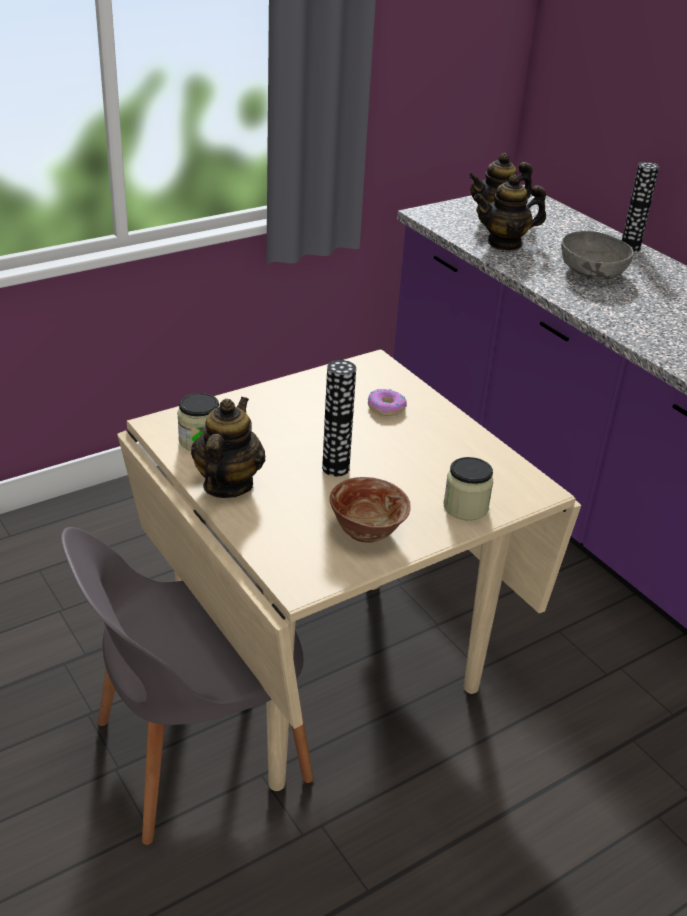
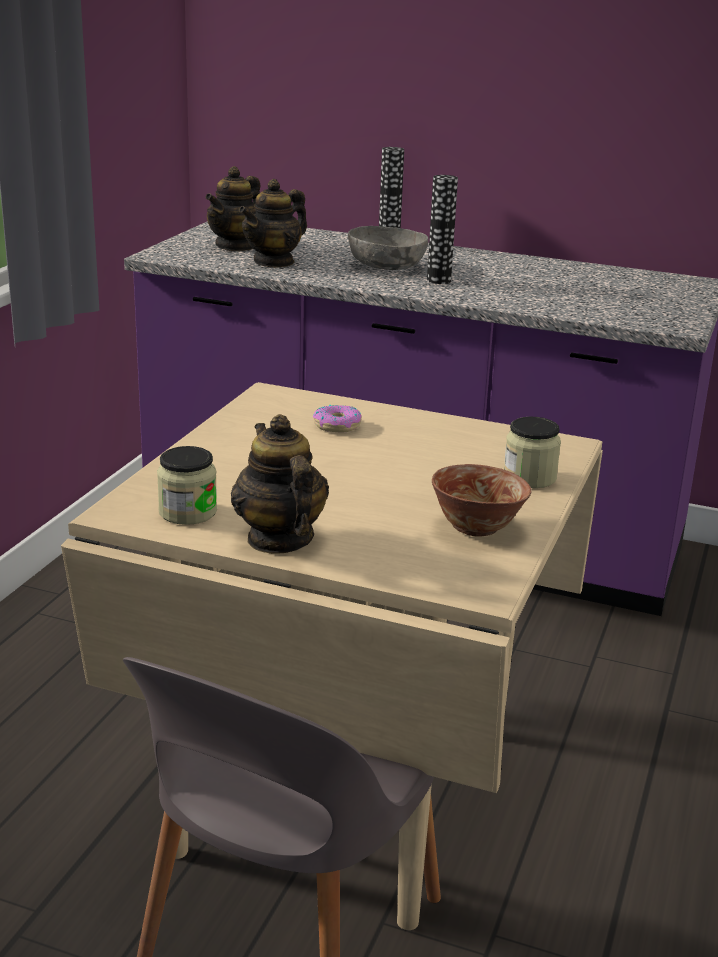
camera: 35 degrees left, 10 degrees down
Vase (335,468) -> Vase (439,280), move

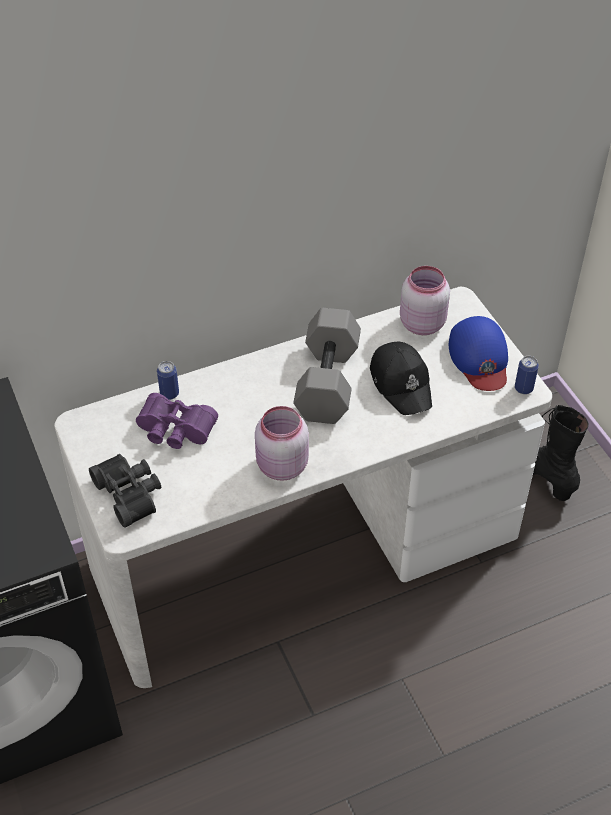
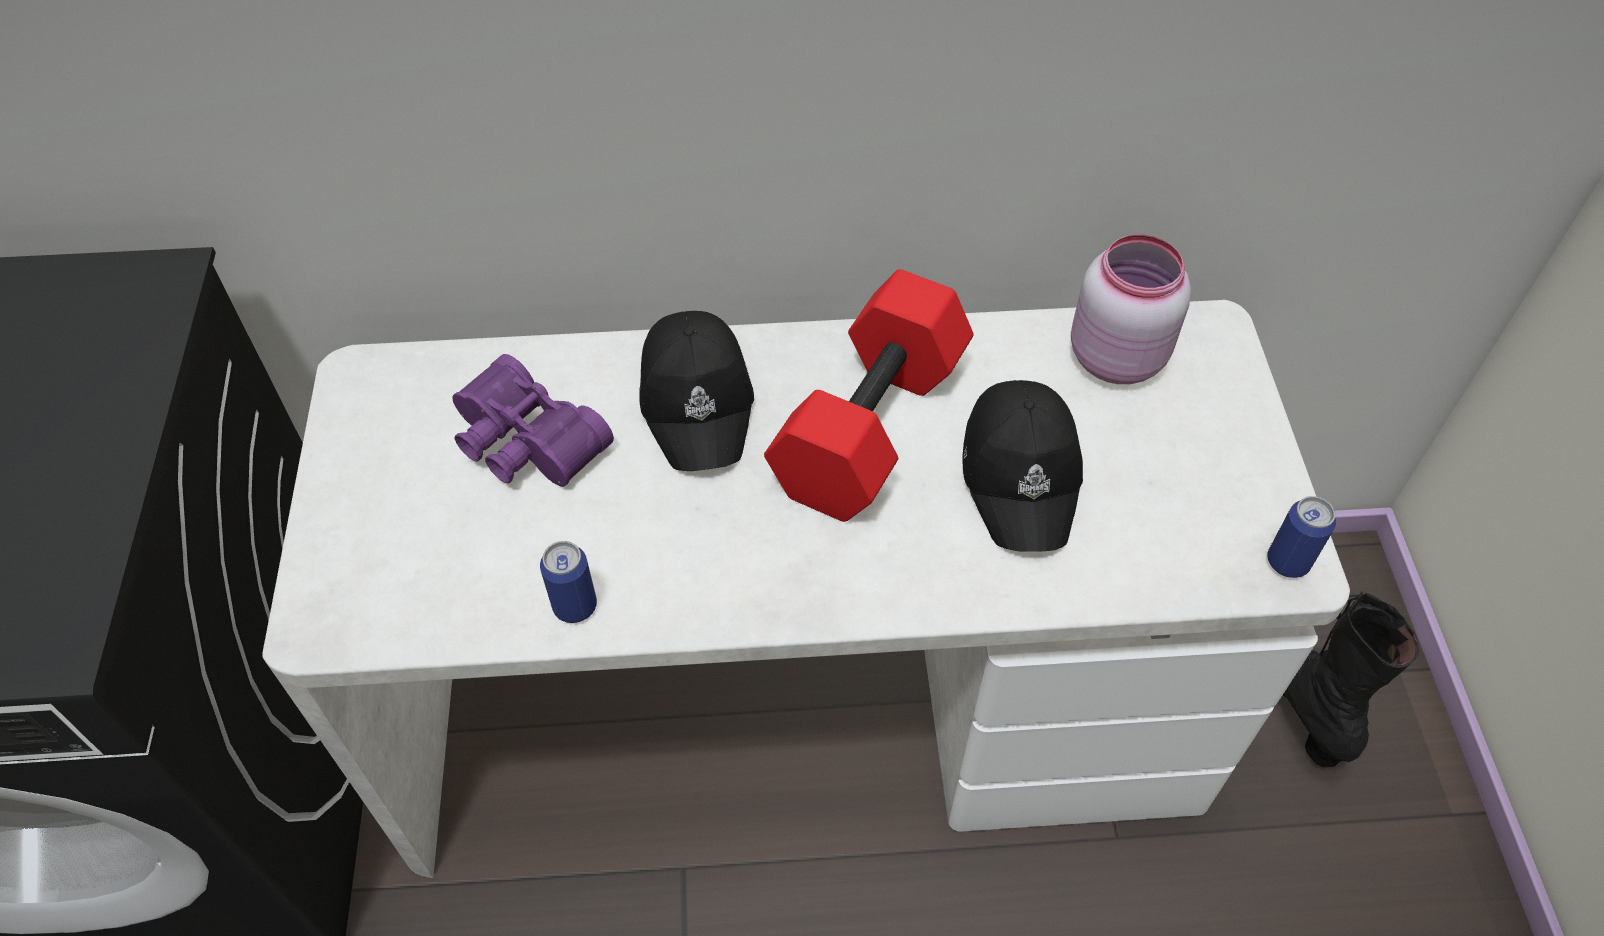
camera: 20 degrees right, 5 degrees up
Fernglas (schwarz) (131,493) -> none
Dose (169,393) -> Dose (575,606), move
Vorratsglas (rosa) (280,466) -> none
Hantel (grau) (329,382) -> Hantel (rot) (872,429)
Kappe (blau) (479,358) -> none
none -> Kappe (schwarz) (698,400)

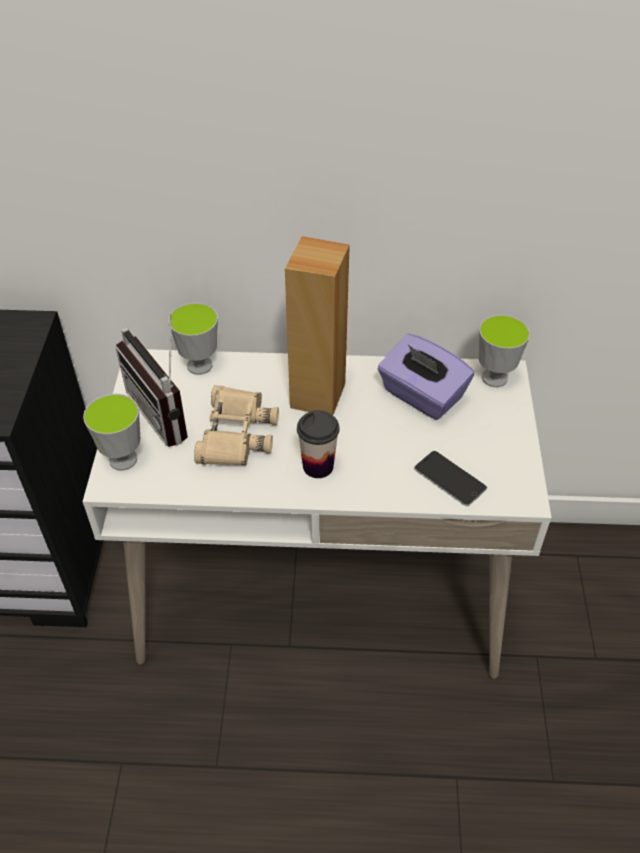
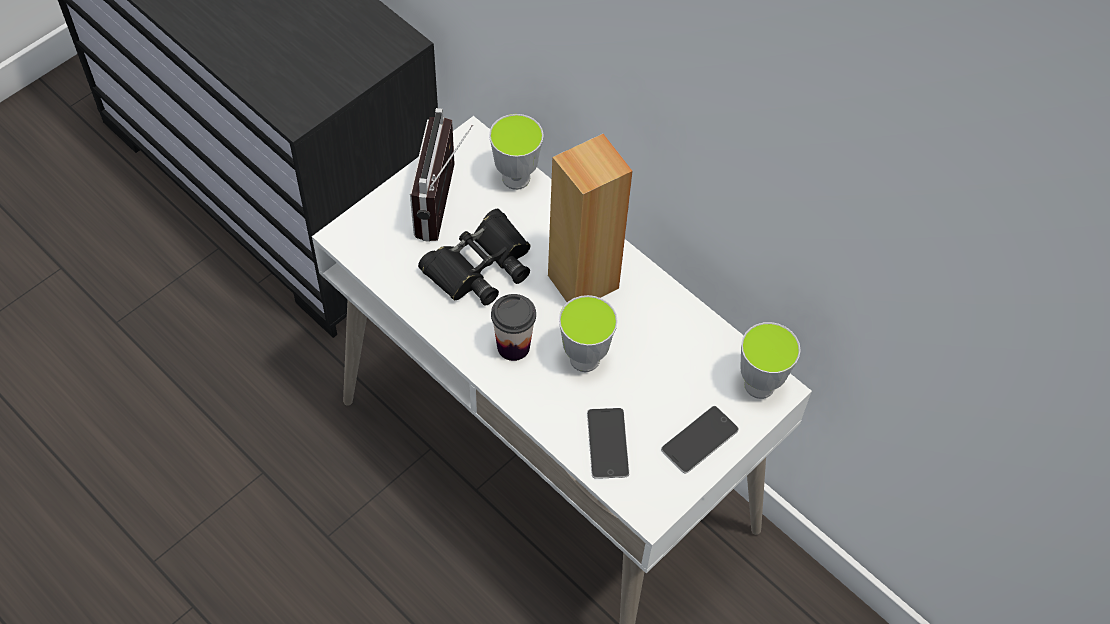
camera: 40 degrees right, 10 degrees up
Tasse (123,459) -> Tasse (584,359), move
Fernglas (beige) (236,433) -> Fernglas (schwarz) (480,266)
Taschentuchbox (lila) (421,395) -> none
none -> Handy (699,439)

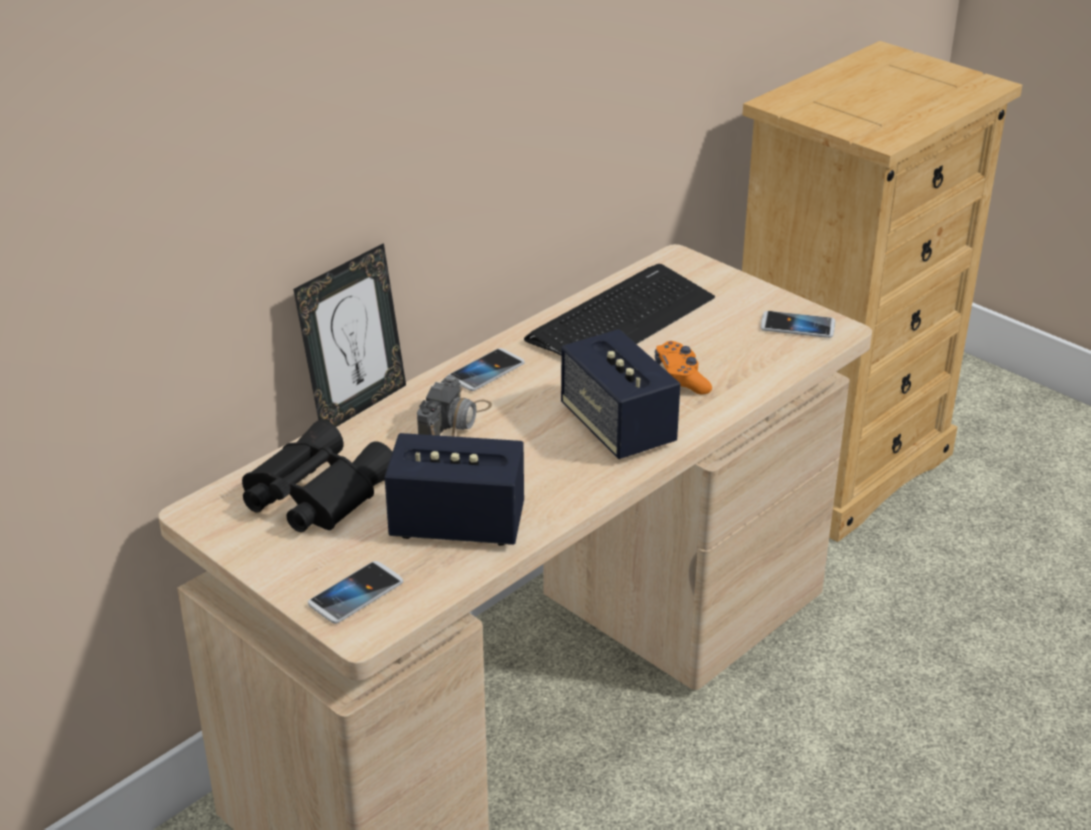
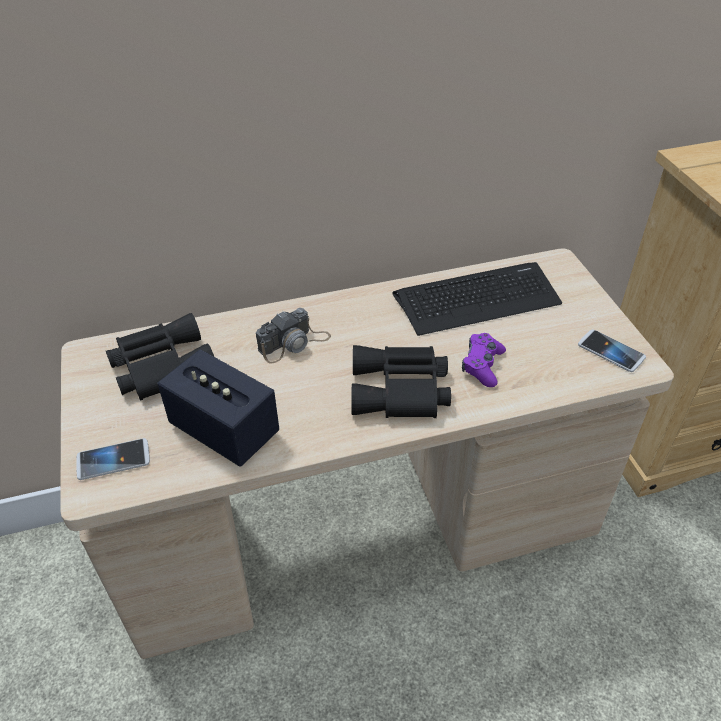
camera: 30 degrees right, 10 degrees up
Bilderrahmen (357,406) -> none
Handy (486,371) -> none
Lautsprecher (617,427) -> Fernglas (schwarz) (401,391)
Gamepad (orange) (681,378) -> Gamepad (lila) (482,365)

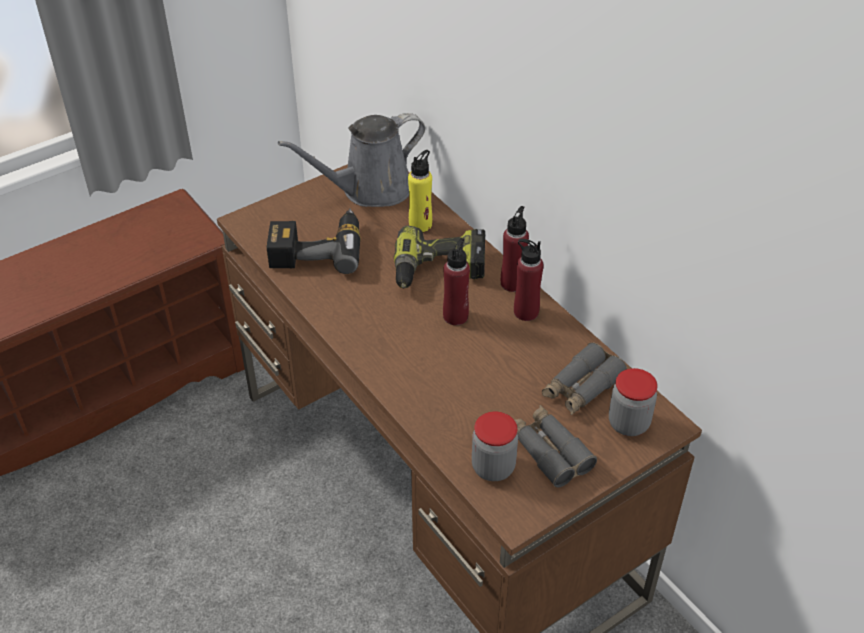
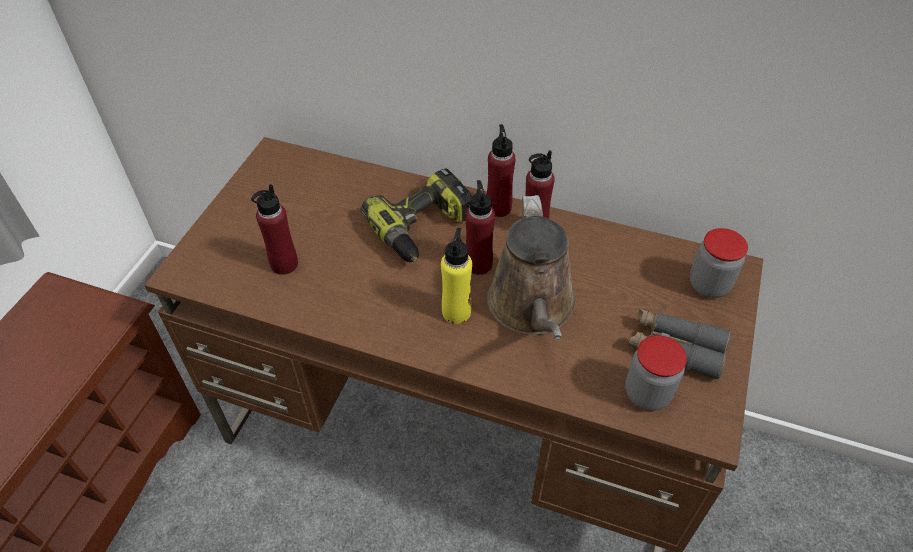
camera: 35 degrees left, 5 degrees up
Bohrmaschine (316,248) -> Flasche (rot) (284,264)
Gießkanne (grau) (370,190) -> none
Flasche (gelb) (420,224) -> Flasche (gelb) (456,312), move
Fernglas (grau) (581,387) -> none
none -> Gießkanne (braun) (532,308)

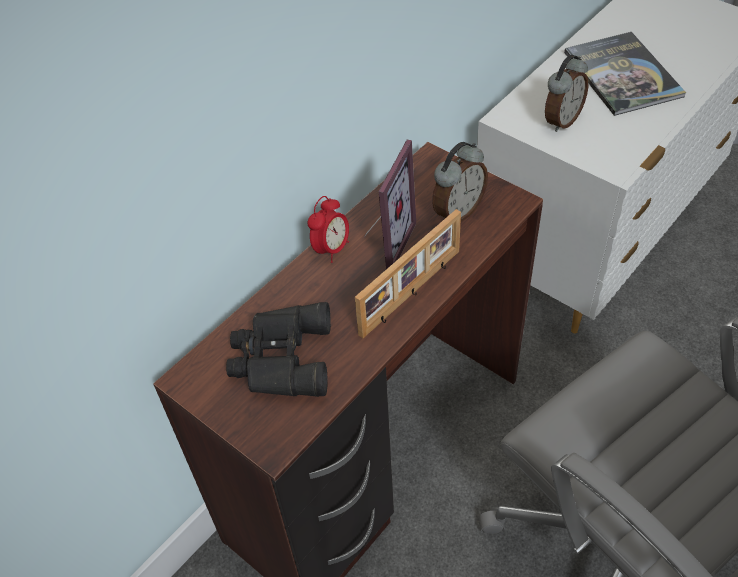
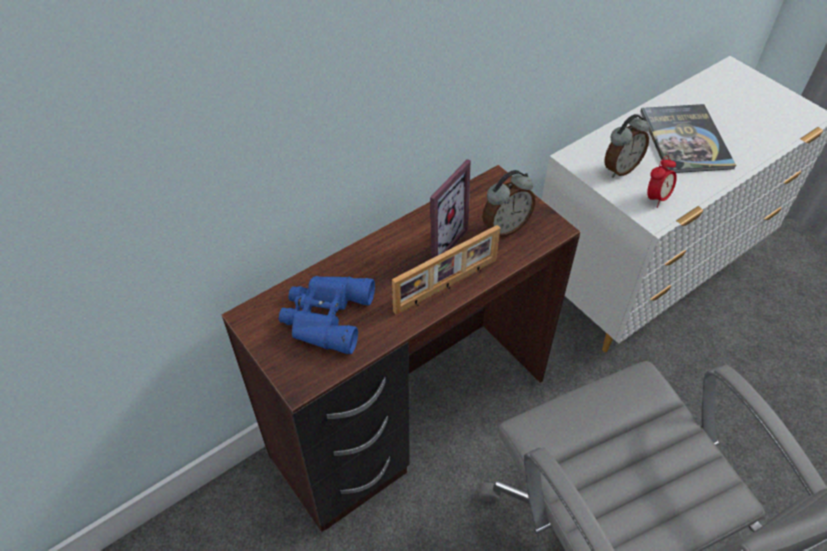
camera: 10 degrees right, 0 degrees up
Fernglas (schwarz) (279,359) -> Fernglas (blau) (325,317)
Wecker (331,249) -> Wecker (656,198), move

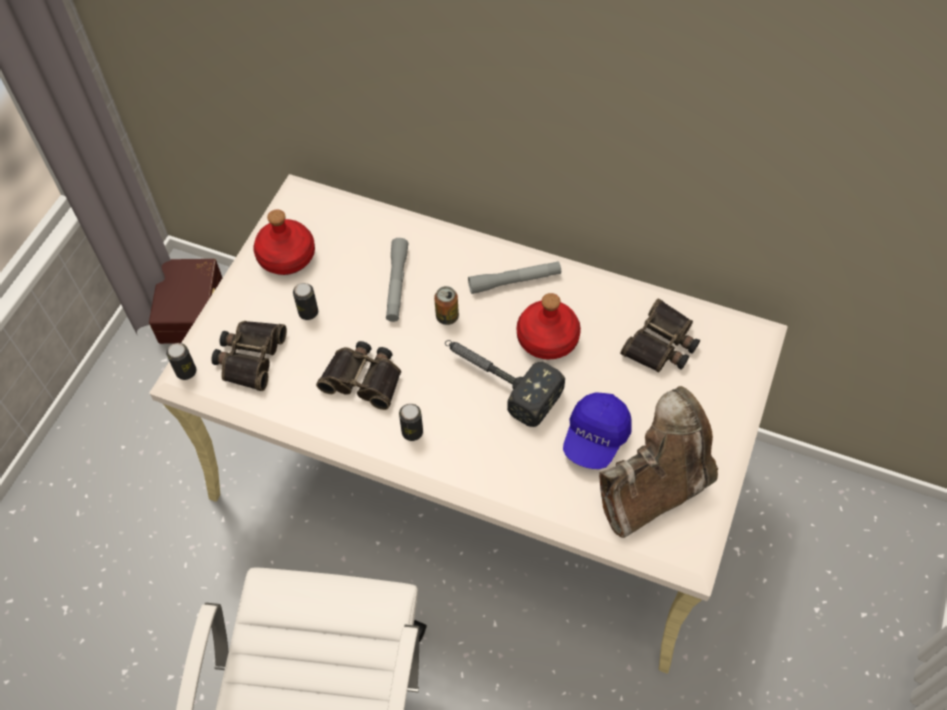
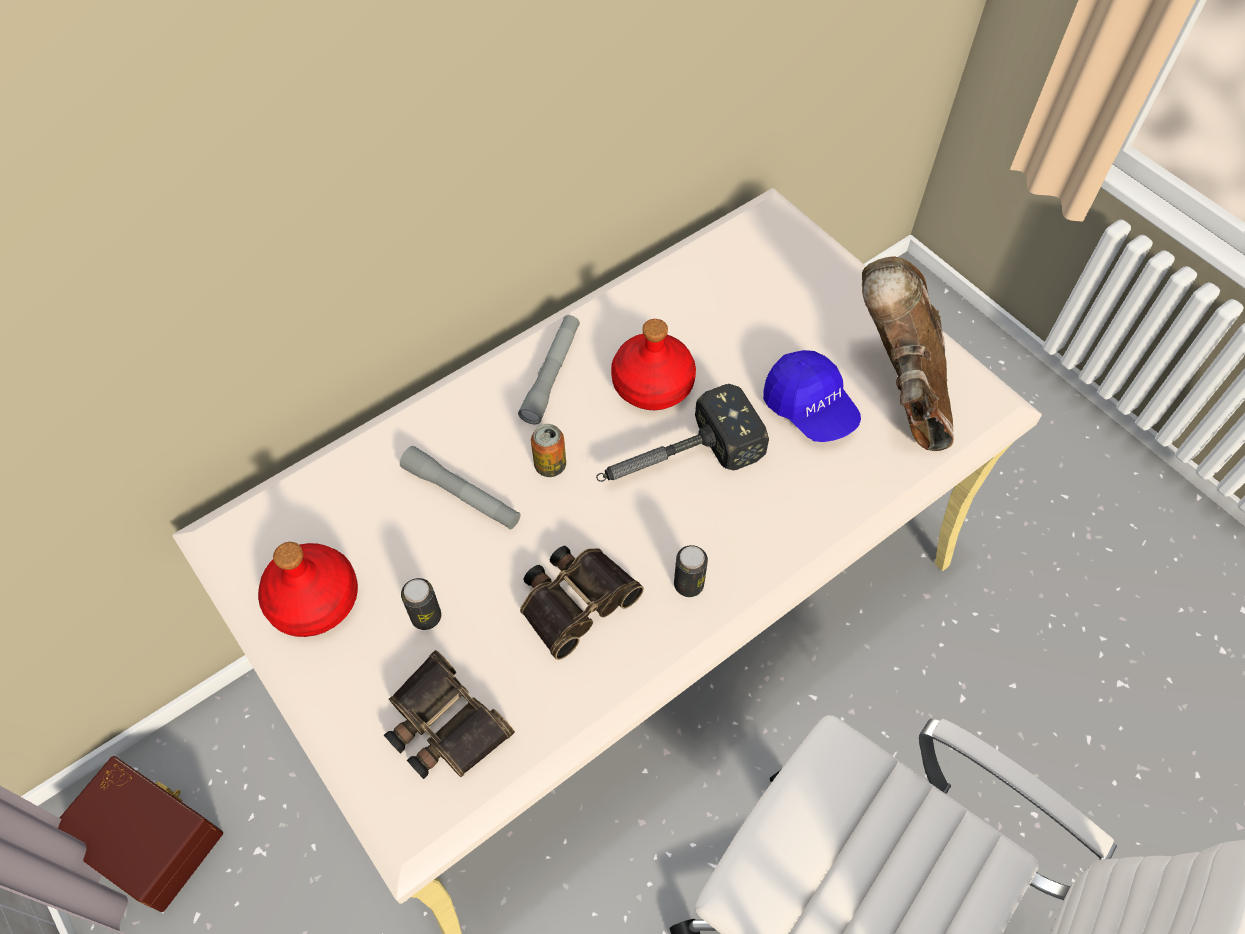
camera: 60 degrees left, 0 degrees up
Dose (186,371) -> none
Fernglas (661,344) -> none

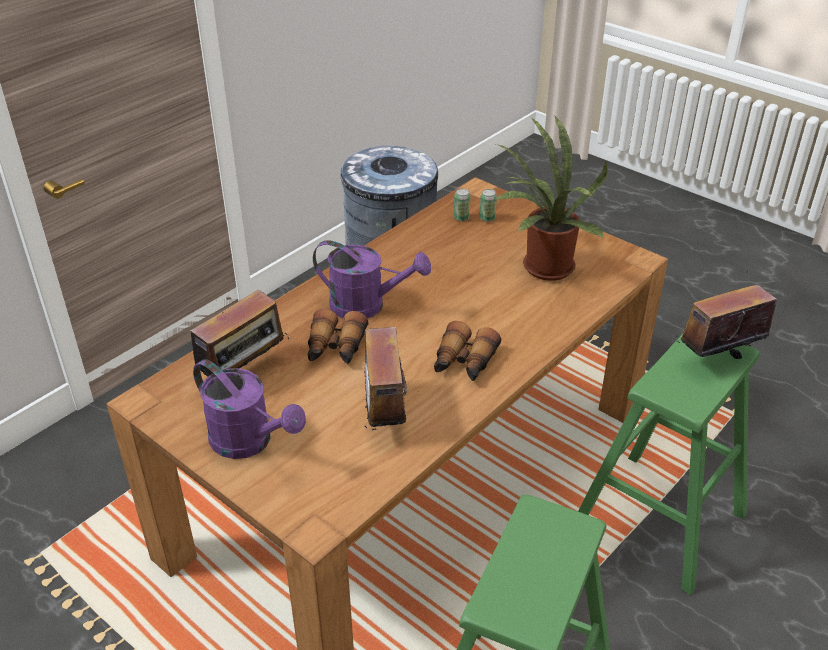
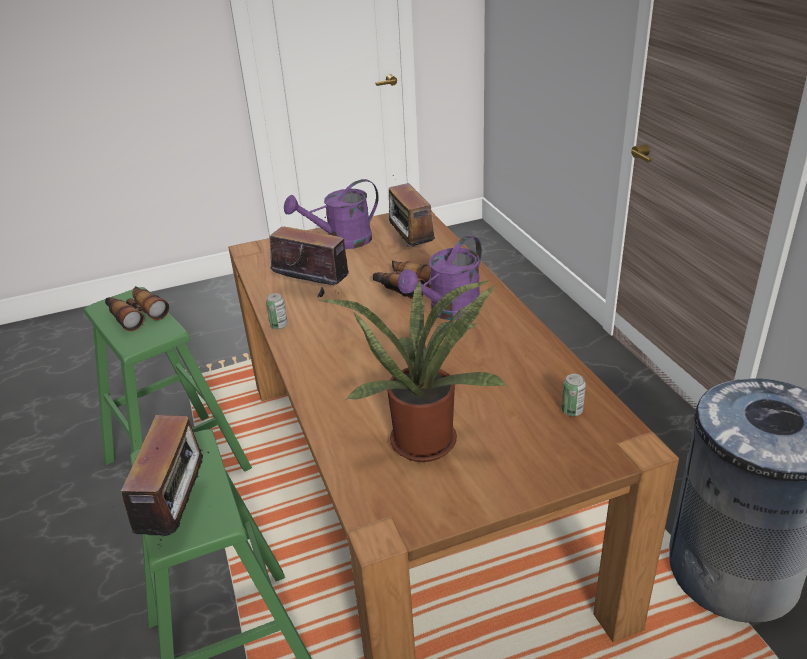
camera: 120 degrees right, 5 degrees down
Fernglas (464,363) -> Fernglas (136,314), move
Dose (487,218) -> Dose (279,325), move

